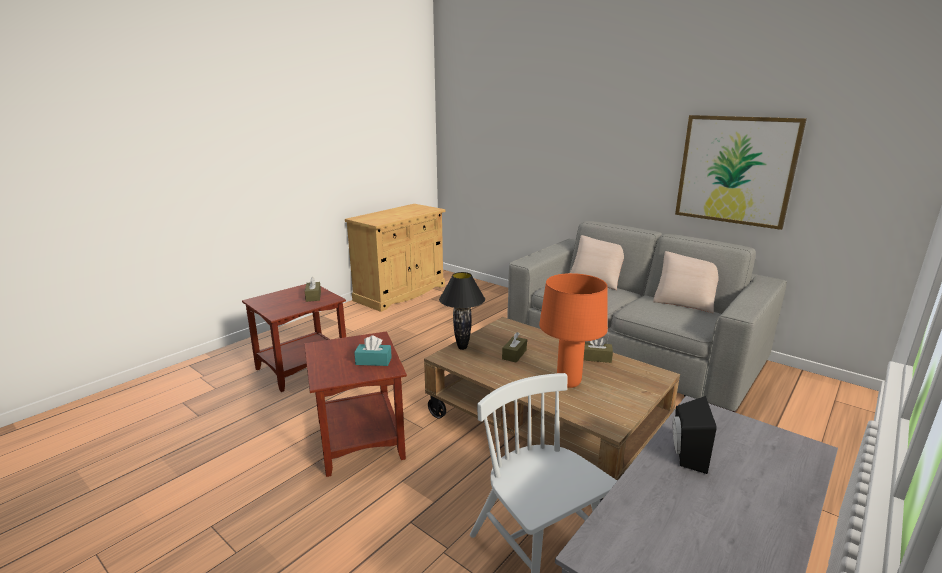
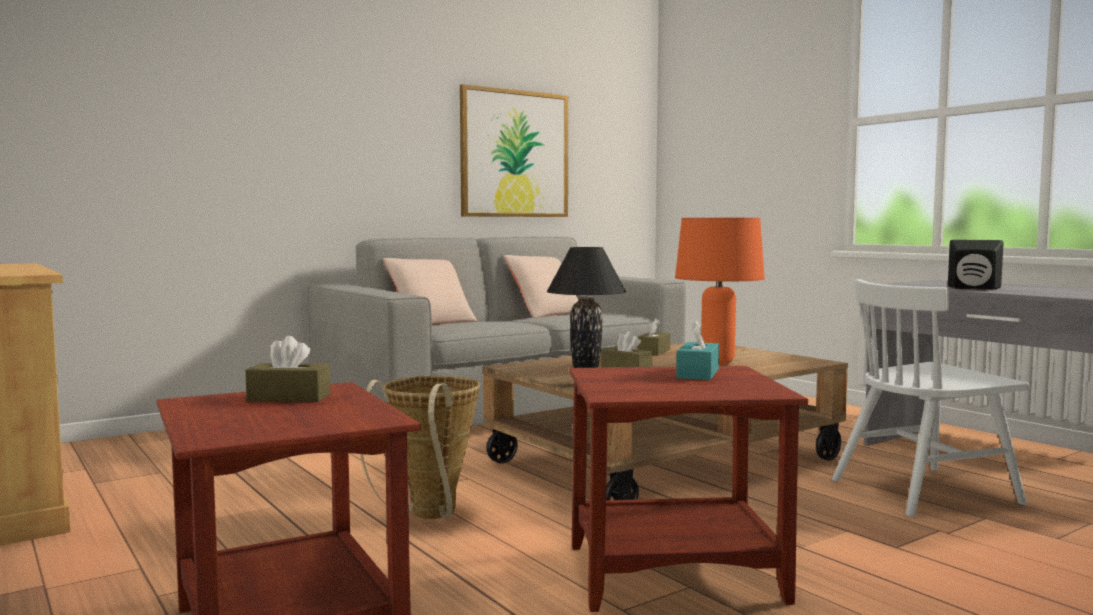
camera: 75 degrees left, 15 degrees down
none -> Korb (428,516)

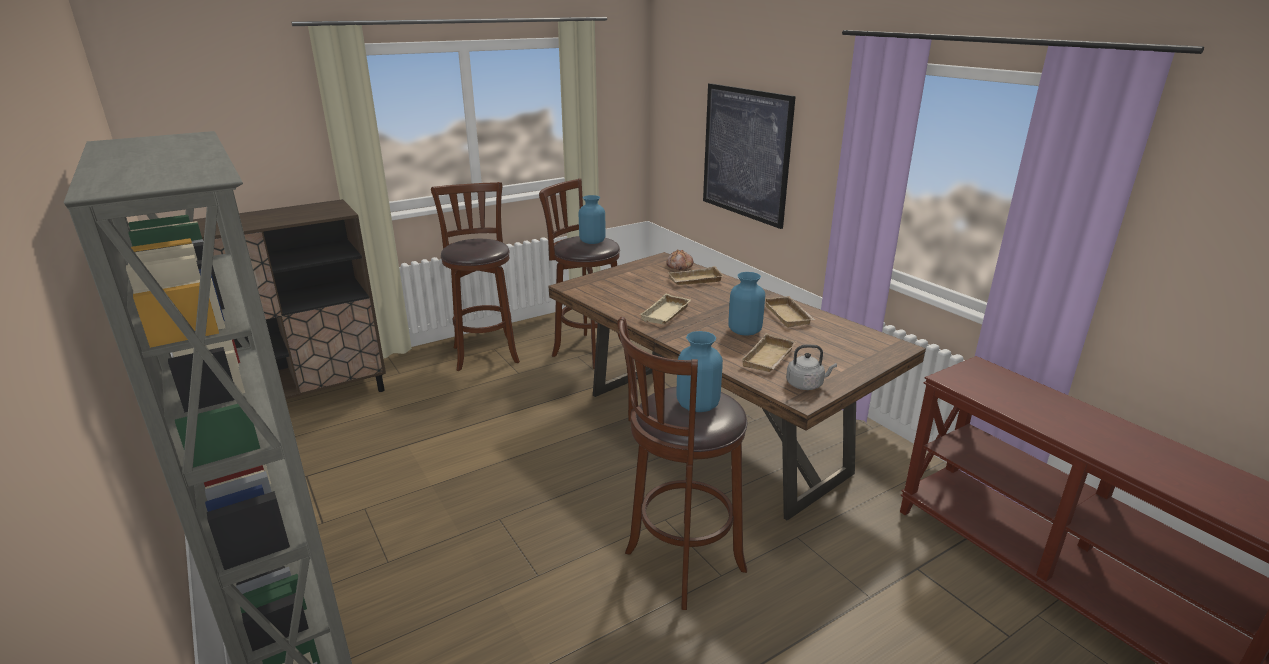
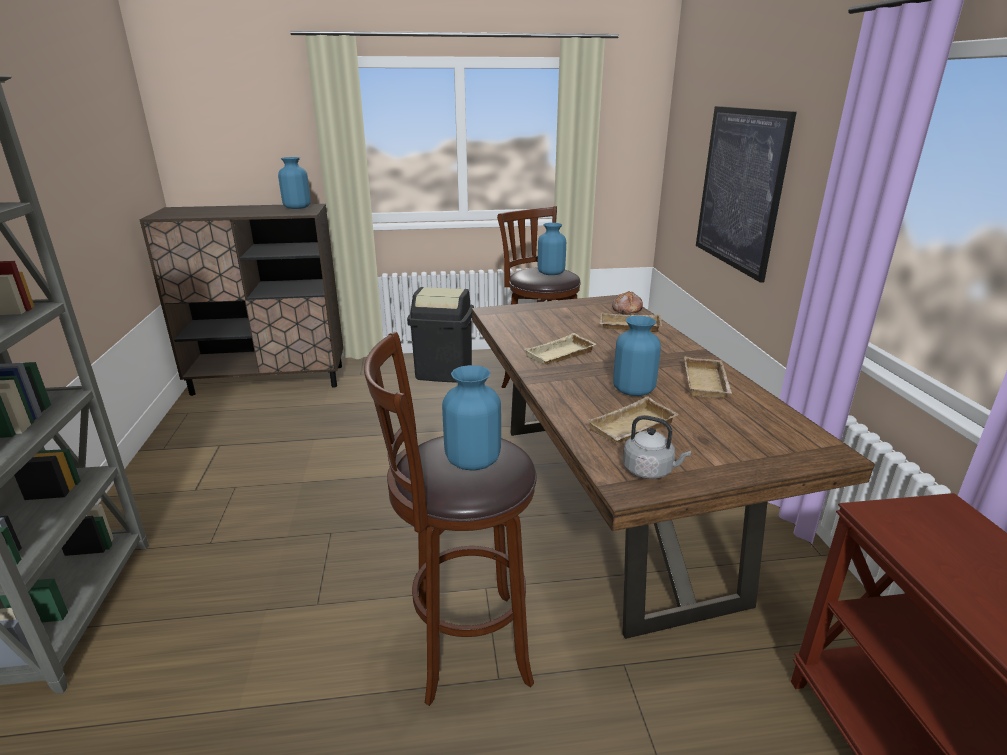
camera: 25 degrees right, 0 degrees up
Hocker (braun) (485,353) -> Mülleimer (schwarz) (444,371)
none -> Vase (blau) (297,207)

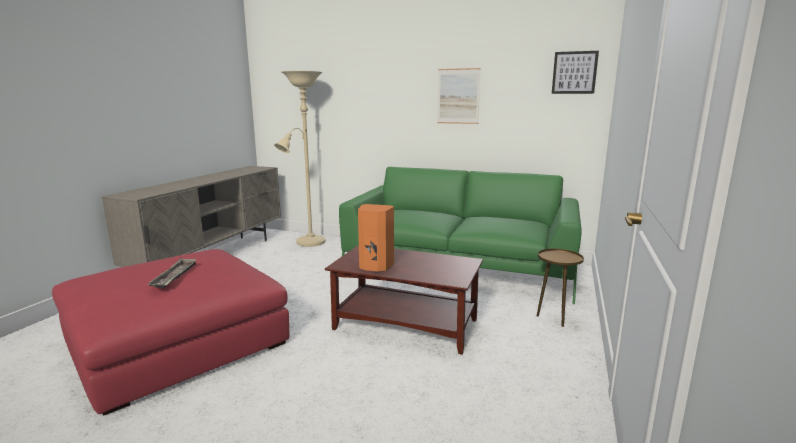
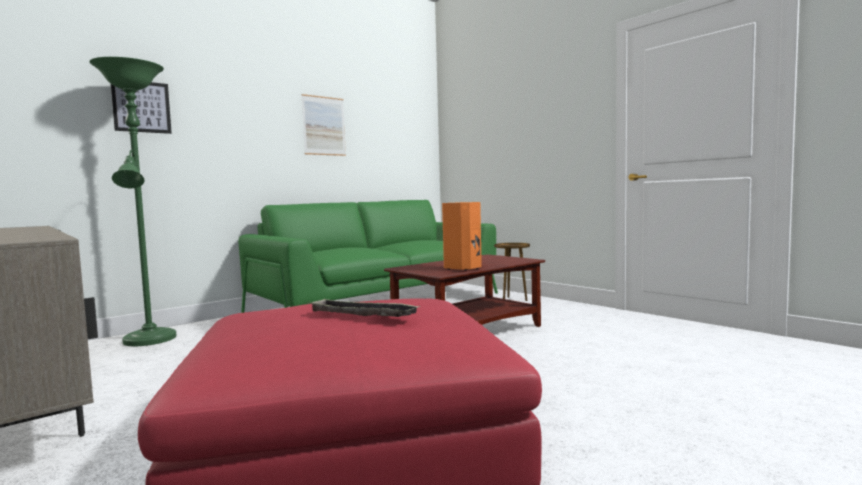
camera: 60 degrees left, 10 degrees down
Stehlampe (beige) (308,243) -> Stehlampe (grün) (149,341)
Bild (574,72) -> Bild (141,106), move

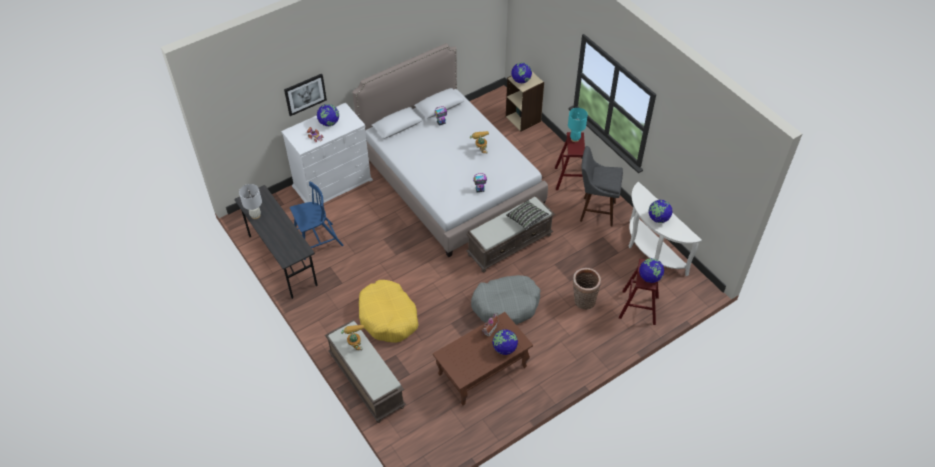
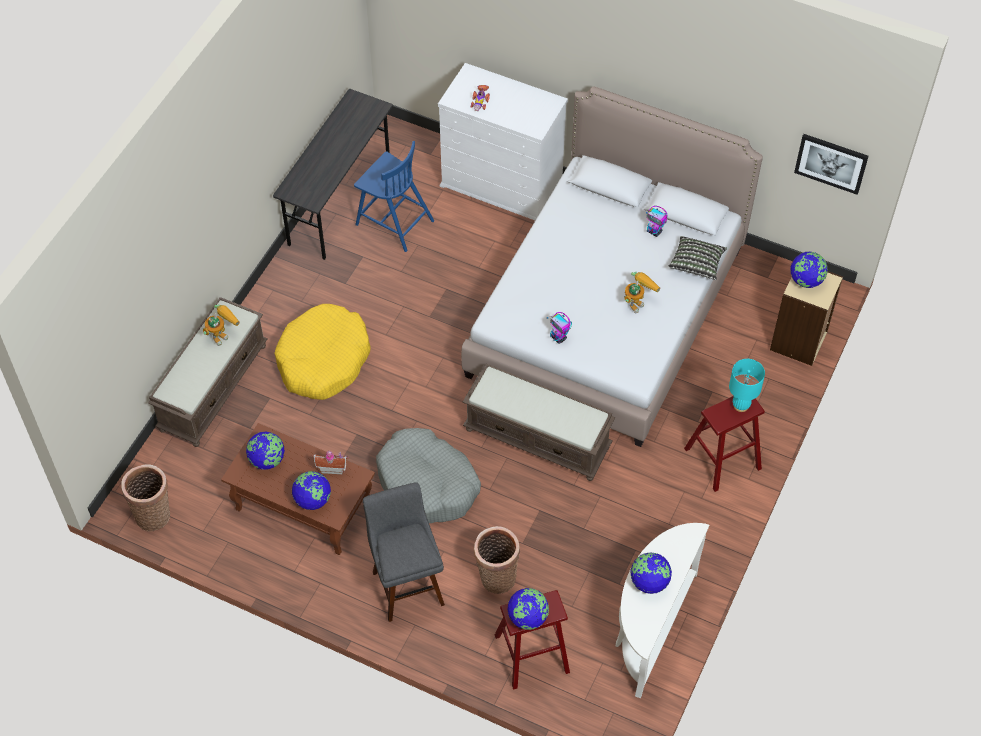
camera: 60 degrees right, 5 degrees up
Tischlampe (weiß) (255,215) -> none
Bild (305,94) -> Bild (831,163), move
Globus (329,123) -> Globus (267,460), move
Kissen (526,219) -> Kissen (696,264), move
Hocker (grau) (595,211) -> Hocker (grau) (407,584), move
none -> Korb (153,514)

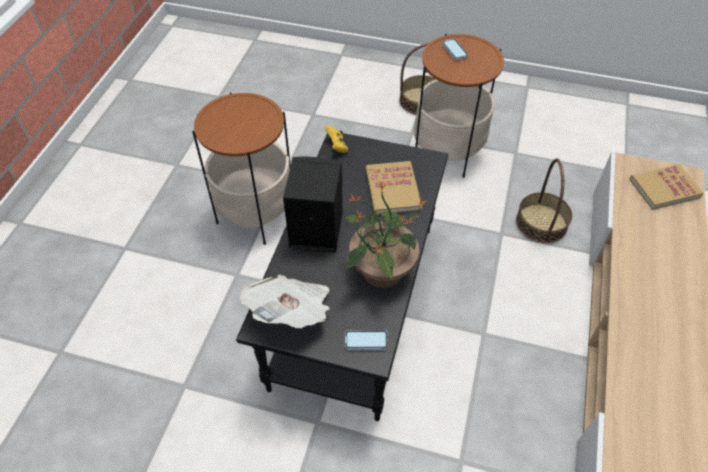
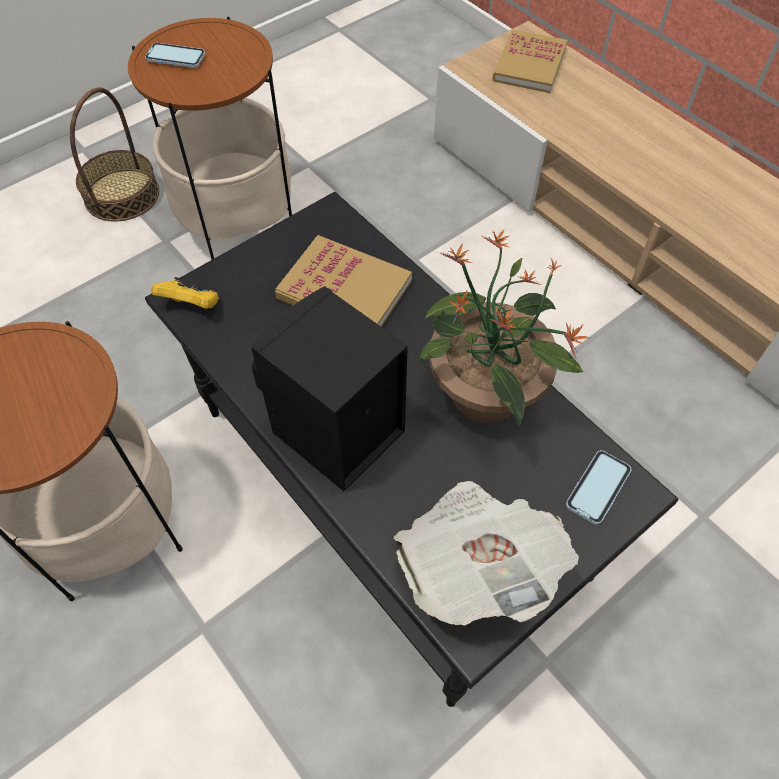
camera: 55 degrees left, 5 degrees up
Korb (541,223) -> none

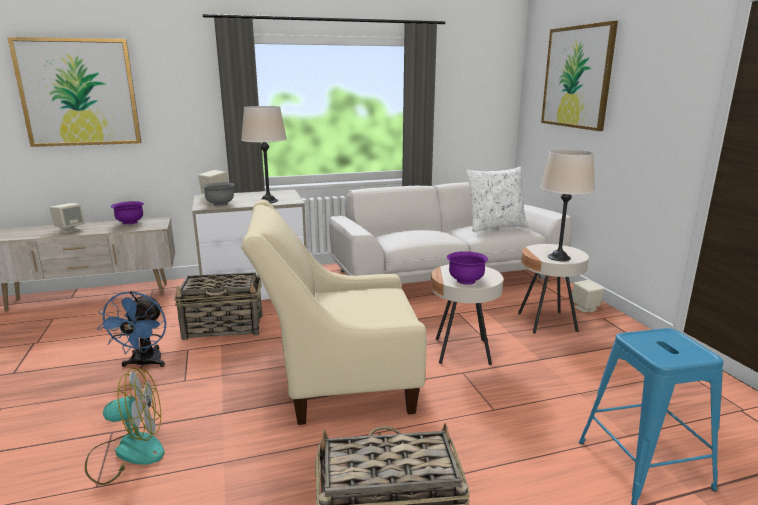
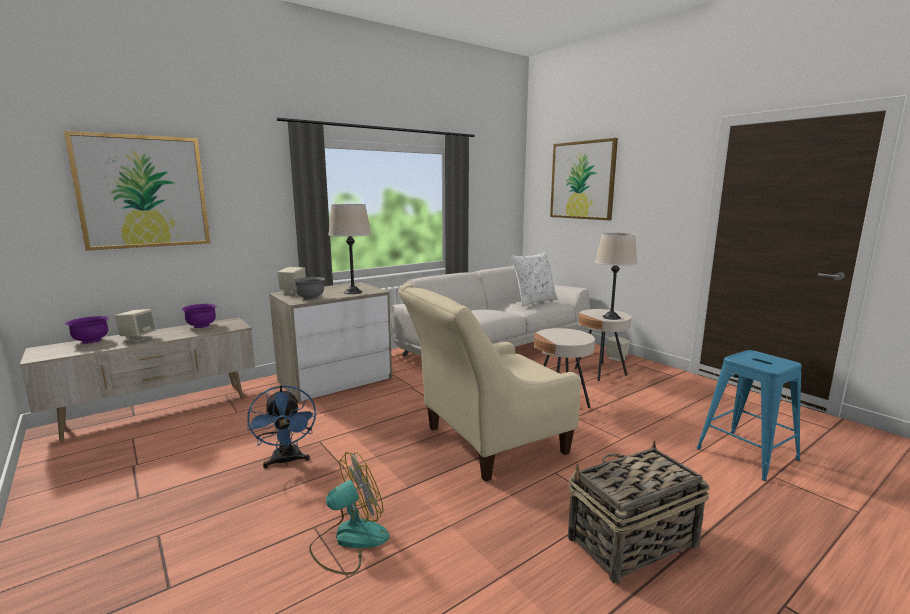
camera: 20 degrees left, 5 degrees down
Korb (224,327) -> none
Schüssel (lila) (465,281) -> Schüssel (lila) (91,341), move

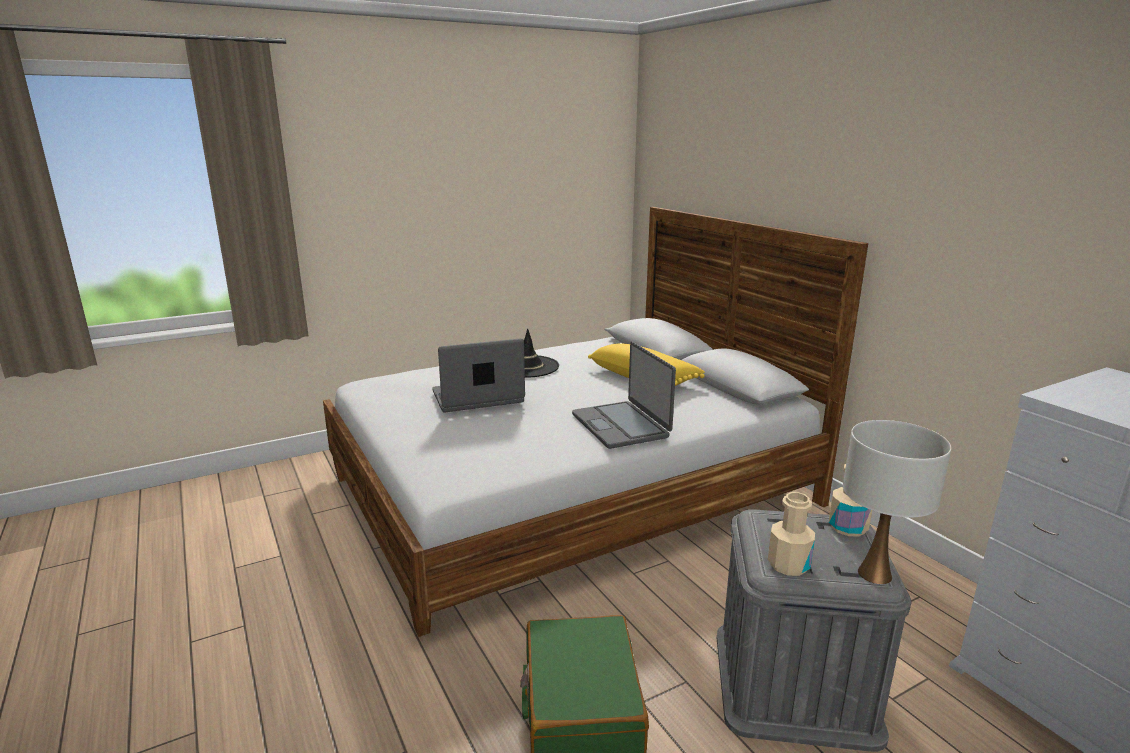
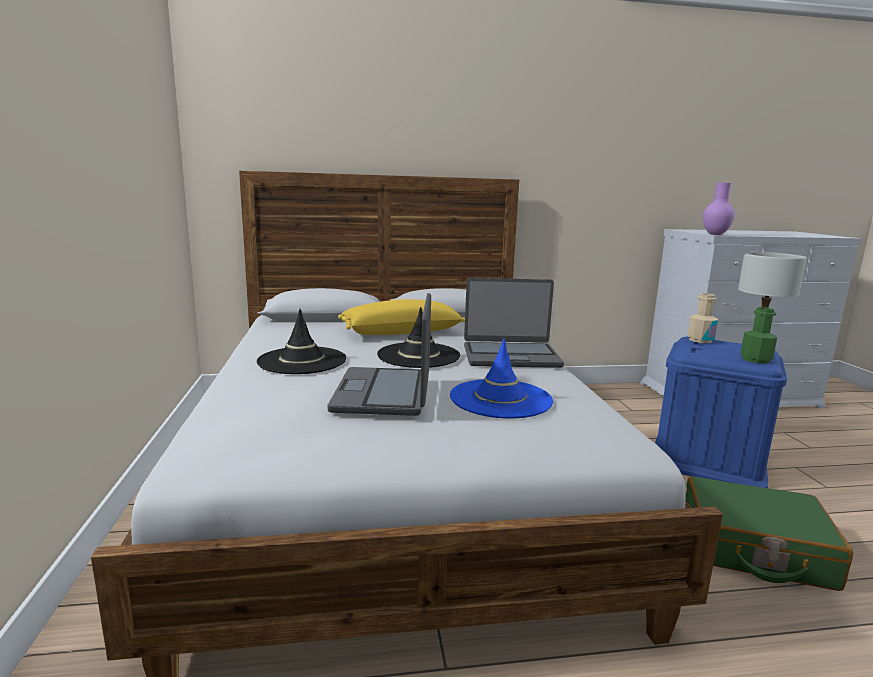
camera: 70 degrees left, 5 degrees down
Aufbewahrungsbox (grau) (794,683) -> Aufbewahrungsbox (blau) (708,457)
Flasche (beige) (788,565) -> Flasche (grün) (755,359)
none -> Hut (schwarz) (418,355)
none -> Hut (blau) (500,399)
none -> Vase (lila) (715,234)

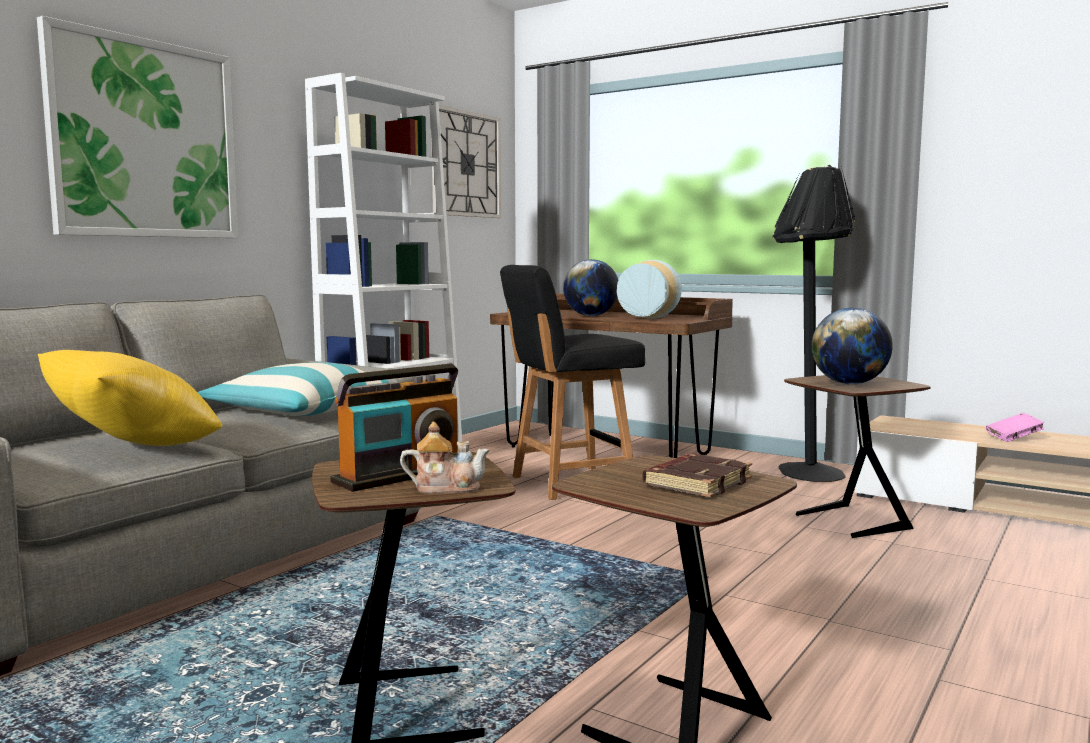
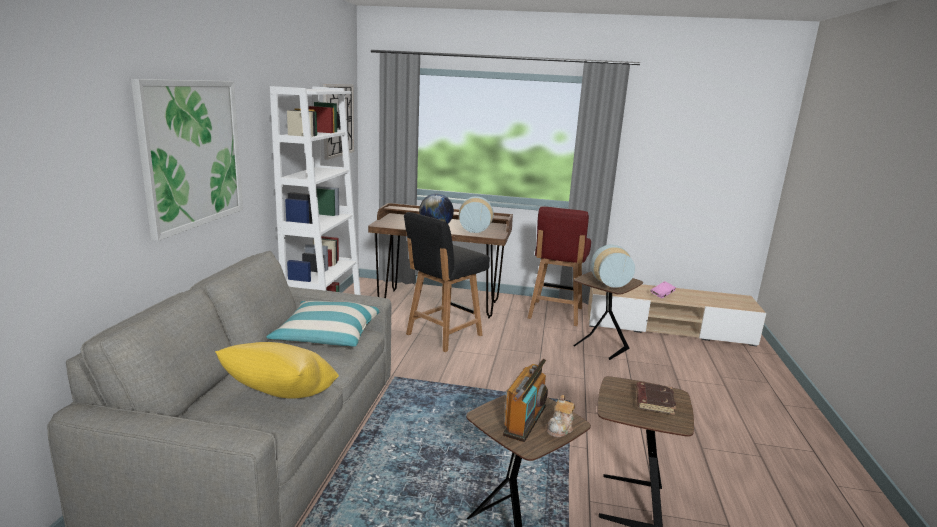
camera: 25 degrees left, 10 degrees up
Teekanne (446,488) -> Teekanne (560,428), 150 degrees clockwise
Stehlampe (schwarz) (803,477) -> Stuhl (rot) (555,314)
Globus (849,384) -> Vase (608,283)

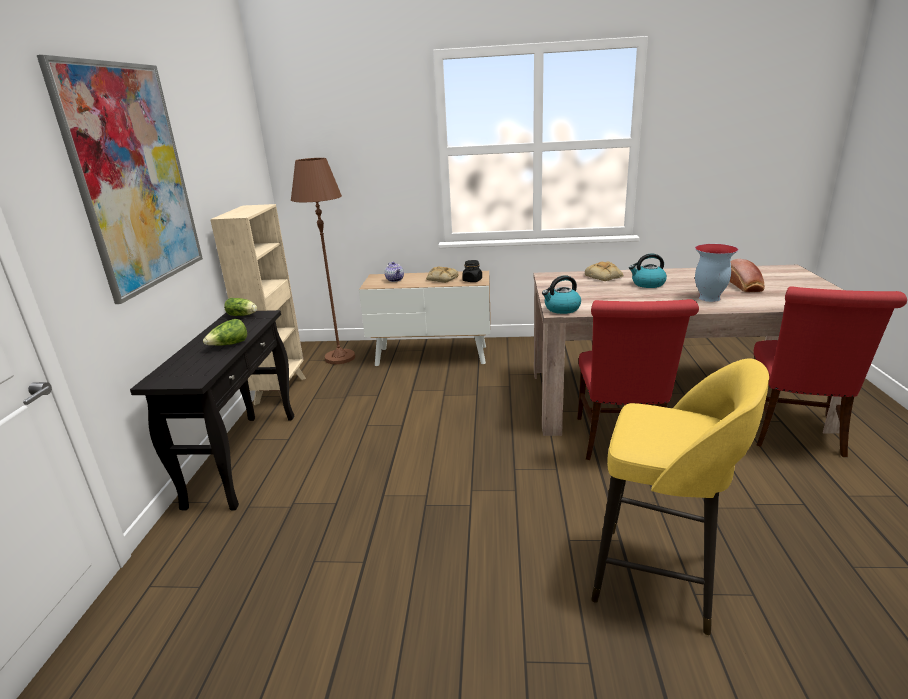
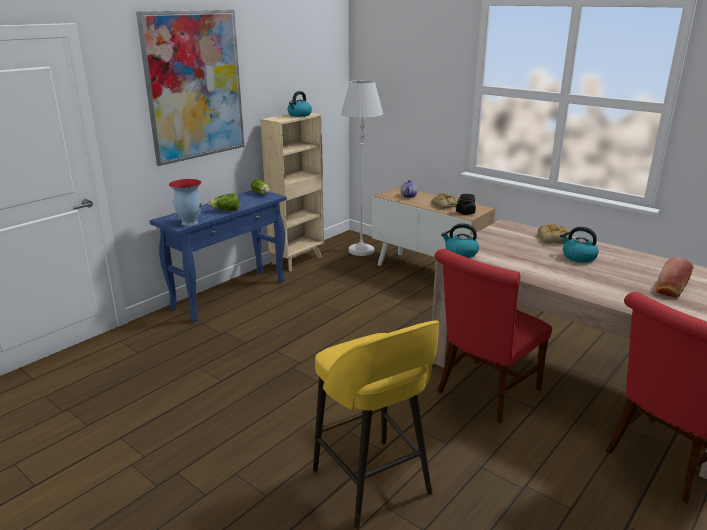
camera: 35 degrees right, 0 degrees up
Konsolentisch (schwarz) (244,457) -> Konsolentisch (blau) (230,294)
Stehlampe (braun) (340,357) -> Stehlampe (weiß) (361,250)
Vase (708,298) -> Vase (189,222), move
none -> Wasserkessel (299,115)

